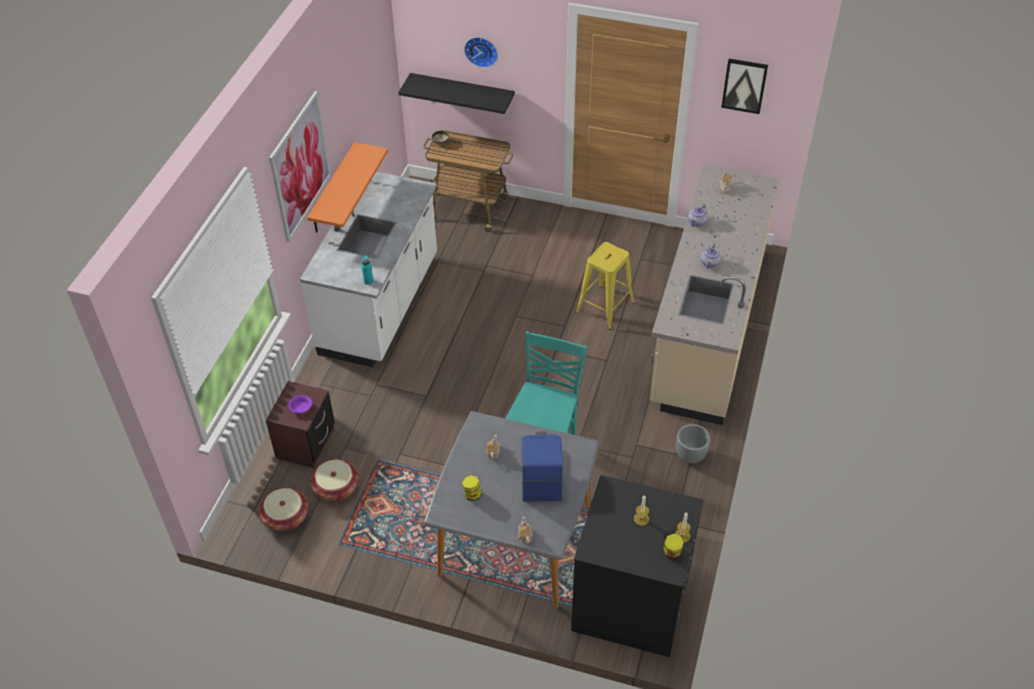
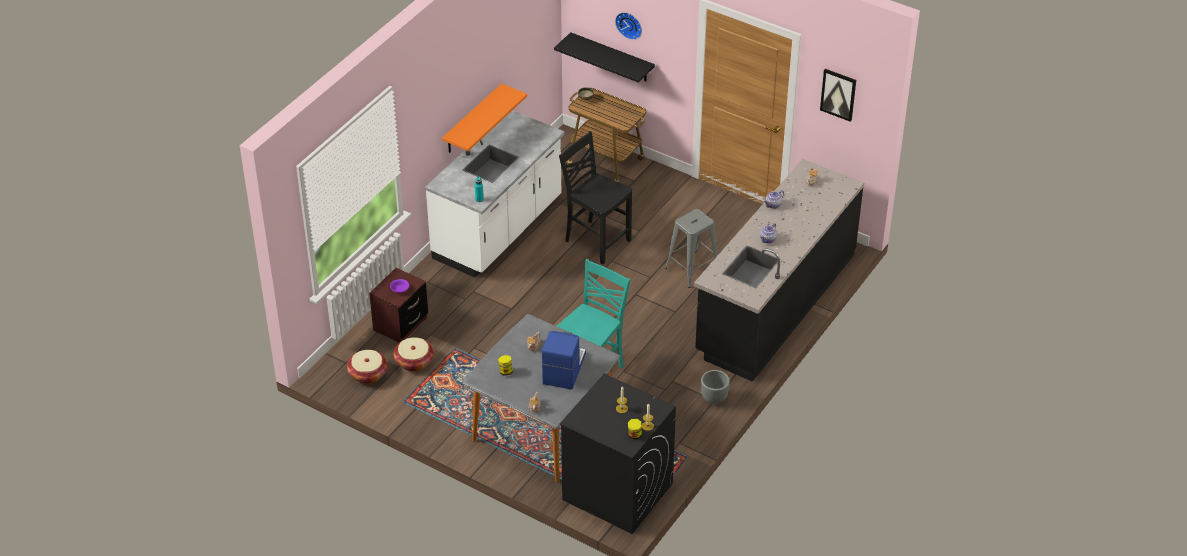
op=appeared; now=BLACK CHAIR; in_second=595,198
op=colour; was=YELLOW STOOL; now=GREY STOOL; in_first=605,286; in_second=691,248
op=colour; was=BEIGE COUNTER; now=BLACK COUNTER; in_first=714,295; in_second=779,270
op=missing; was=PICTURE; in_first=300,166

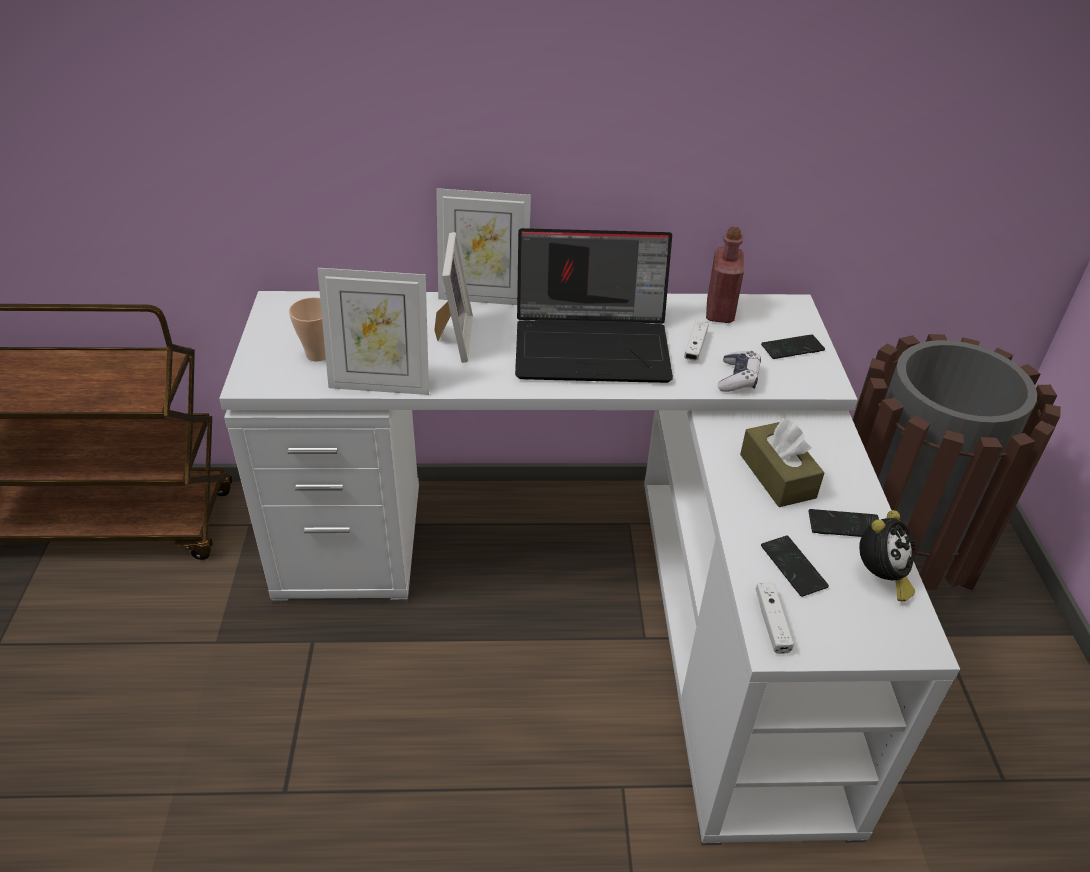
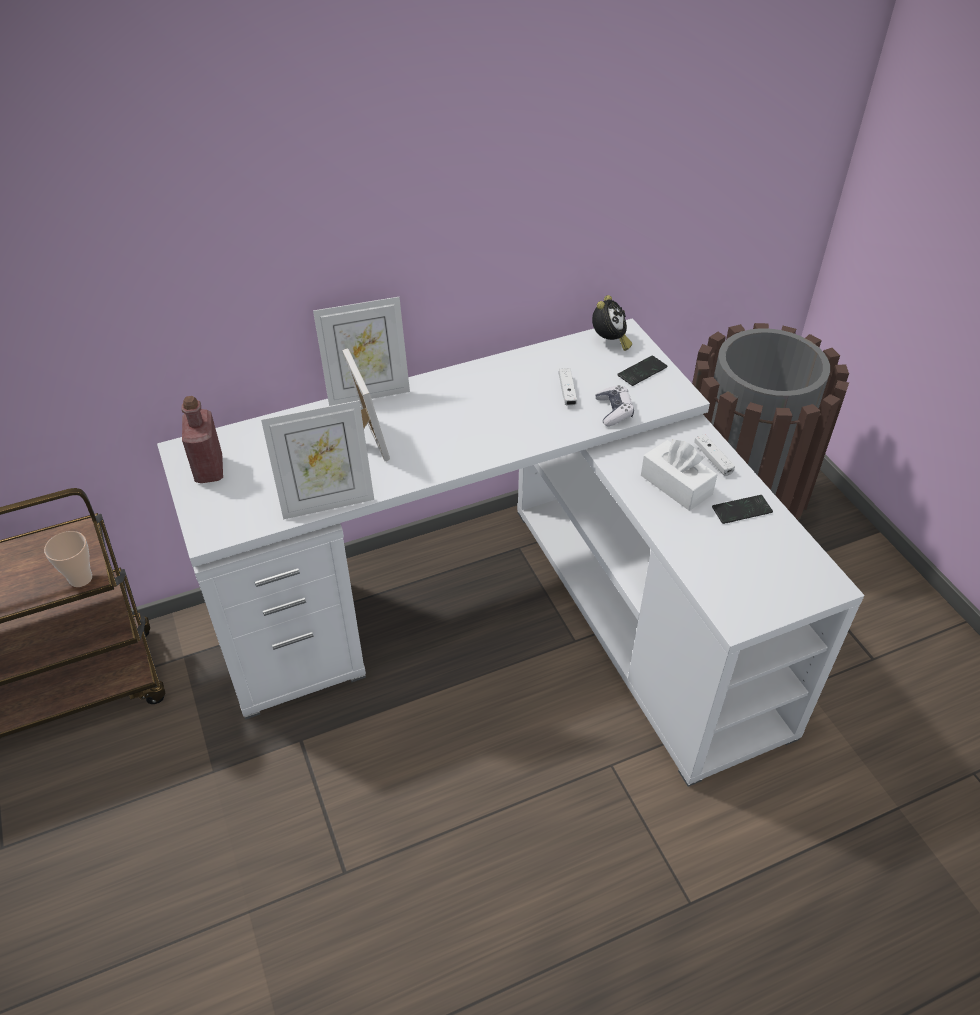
op=relocated; was=CUP; in_first=307,329; in_second=68,559
op=relocated; was=RED BOTTLE; in_first=725,275; in_second=202,439
op=relocated; was=ALARM CLOCK; in_first=887,556; in_second=612,323
op=colour; was=BROWN TISSUE BOX; now=WHITE TISSUE BOX; in_first=782,462; in_second=679,475
op=relocated; was=WHITE GAME CONTROLLER; in_first=775,618; in_second=714,455
op=missing; was=LAPTOP; in_first=594,305
op=missing; was=PHONE; in_first=795,566

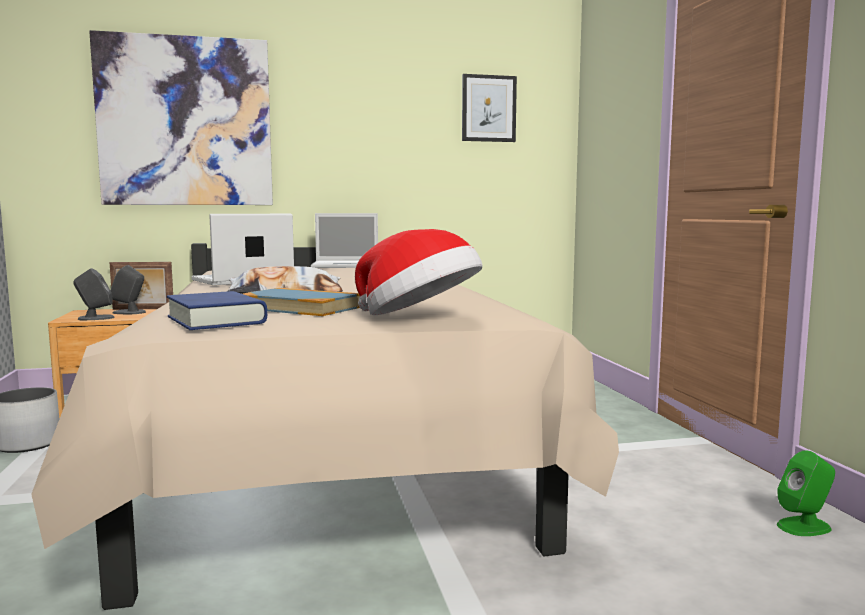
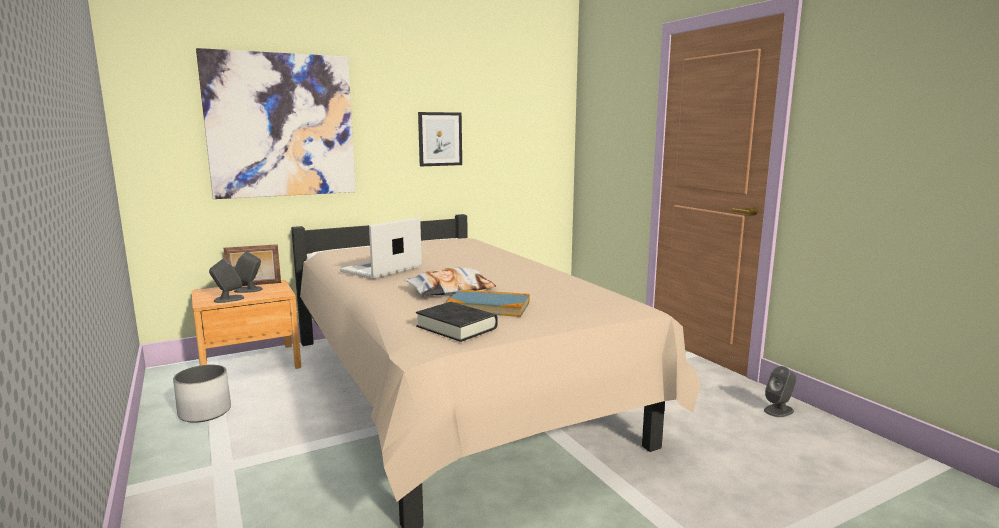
op=colour; was=BLUE BOOK; now=BLACK BOOK; in_first=217,310; in_second=457,322
op=relocated; was=PICTURE; in_first=489,108; in_second=440,139
op=colour; was=GREEN SPEAKER; now=GREY SPEAKER; in_first=806,493; in_second=780,391
op=missing; was=LAPTOP; in_first=344,240
op=missing; was=HAT; in_first=419,272

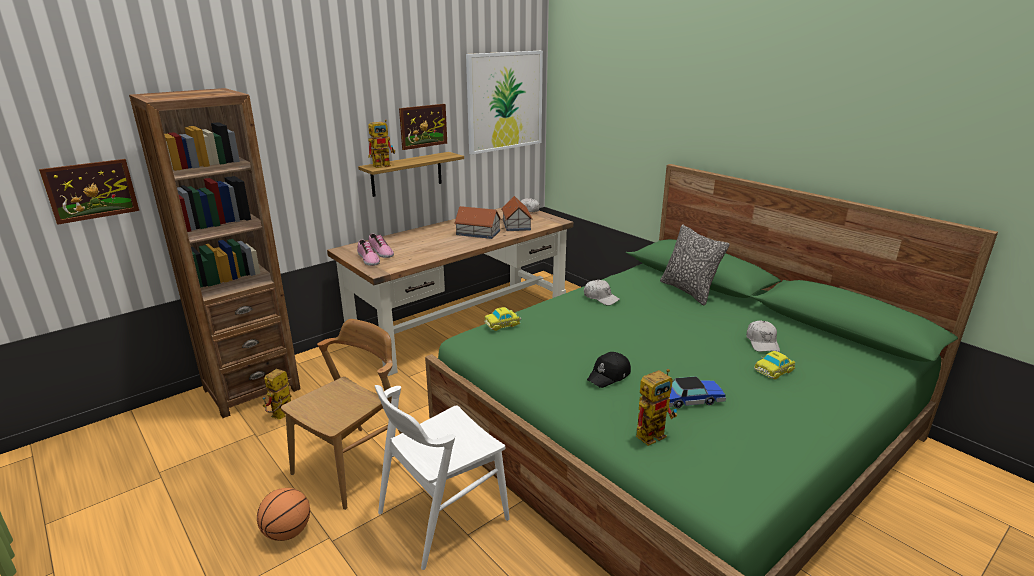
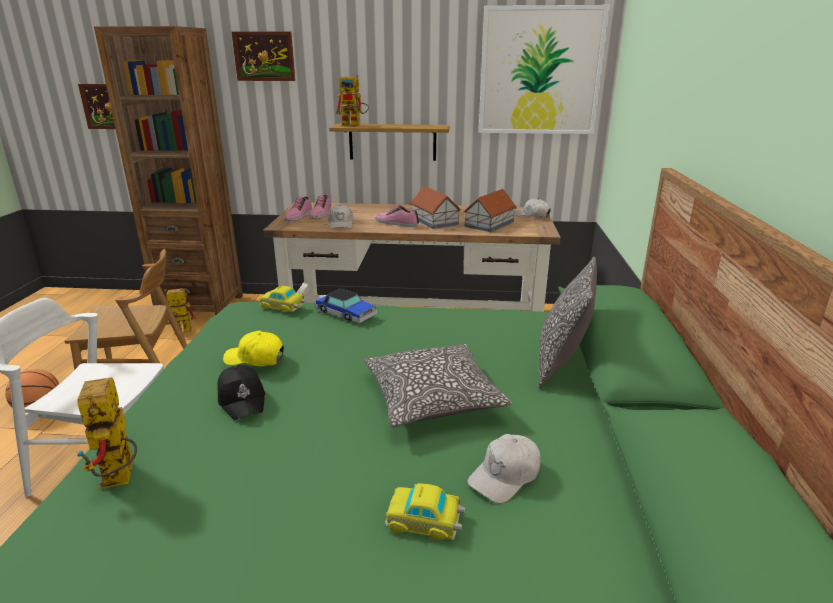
op=spun; was=TOY ROBOT; in_first=656,407; in_second=106,433; clockwise=60
op=spun; was=BLACK CAP; in_first=609,370; in_second=241,392; clockwise=-120
op=appeared; now=YELLOW CAP; in_second=253,348
op=relocated; was=PICTURE; in_first=423,127; in_second=263,56
op=relocated; was=TOY CAR; in_first=697,392; in_second=346,306
op=relocated; was=WHITE CAP; in_first=602,293; in_second=341,217
op=appeared; now=PILLOW; in_second=438,385
op=appeared; now=SHOE; in_second=397,216

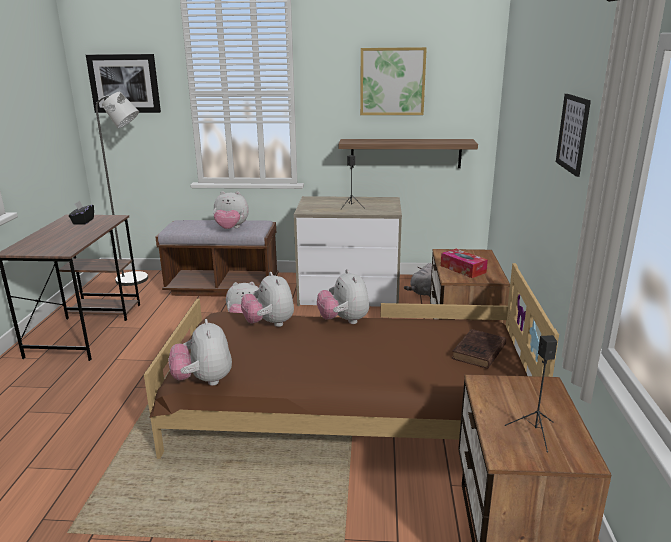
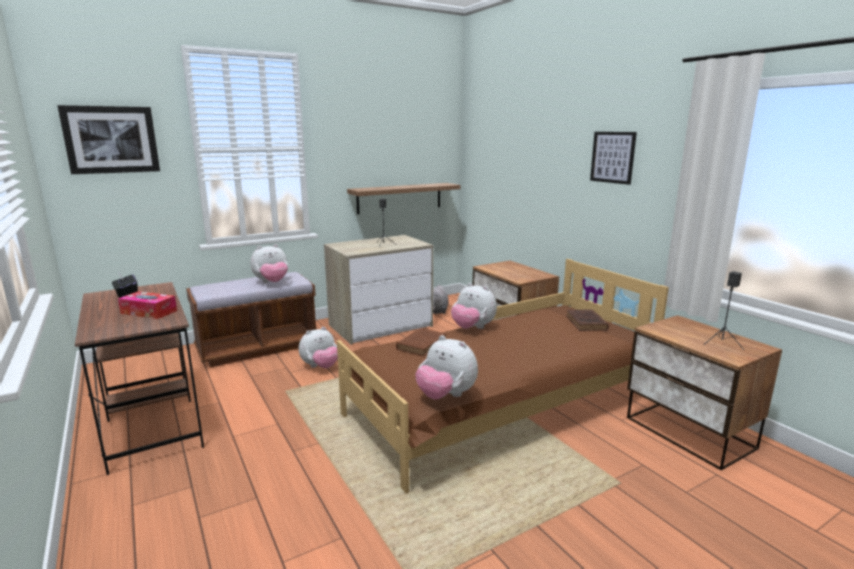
op=relocated; was=TISSUE BOX; in_first=464,263; in_second=147,305
op=exchanged; was=PLUSH TOY; now=BROWN BOOK; in_first=267,299; in_second=421,342
op=missing; was=GREY FLOOR LAMP; in_first=122,189
op=missing; was=PICTURE; in_first=393,81

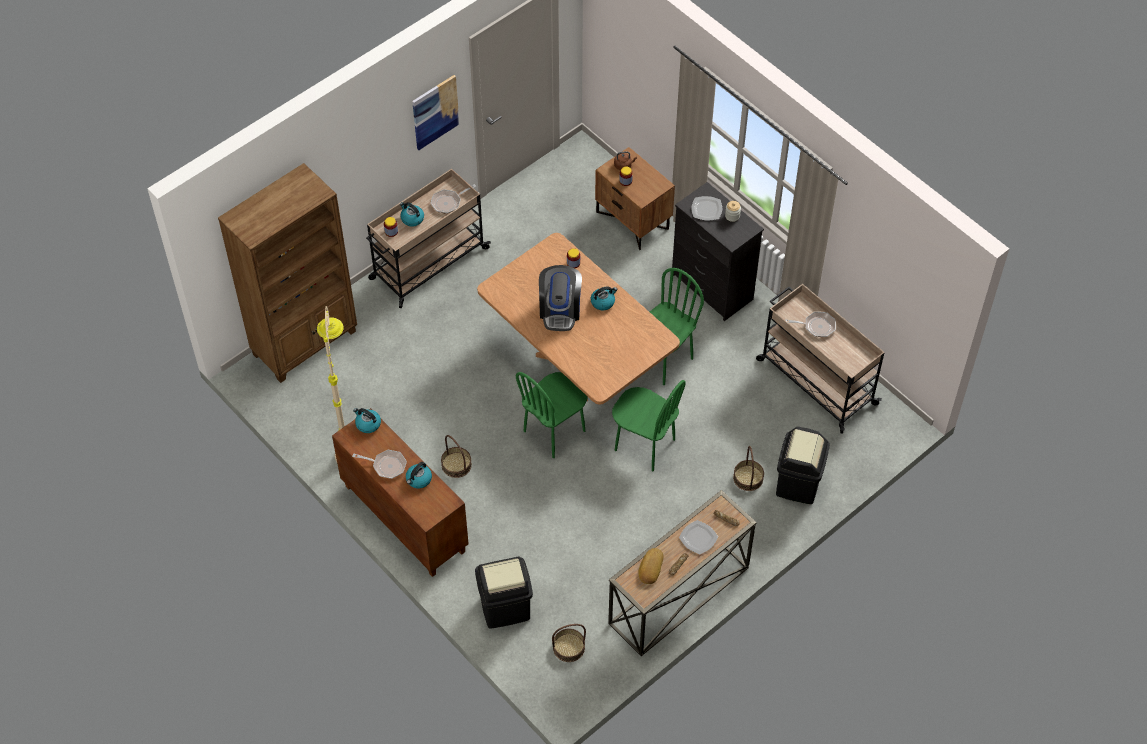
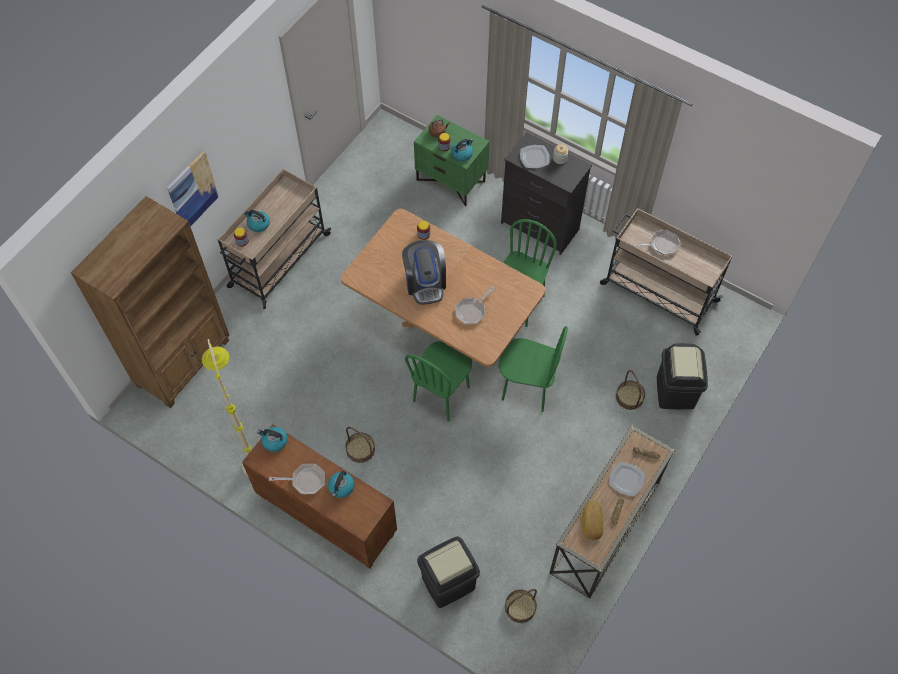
op=relocated; was=PICTURE; in_first=435,112; in_second=193,189
op=colour; was=BROWN NIGHTSTAND; now=GREEN NIGHTSTAND; in_first=635,198; in_second=452,160
op=relocated; was=KETTLE; in_first=604,298; in_second=462,150
op=relocated; was=FRYING PAN; in_first=453,199; in_second=475,305

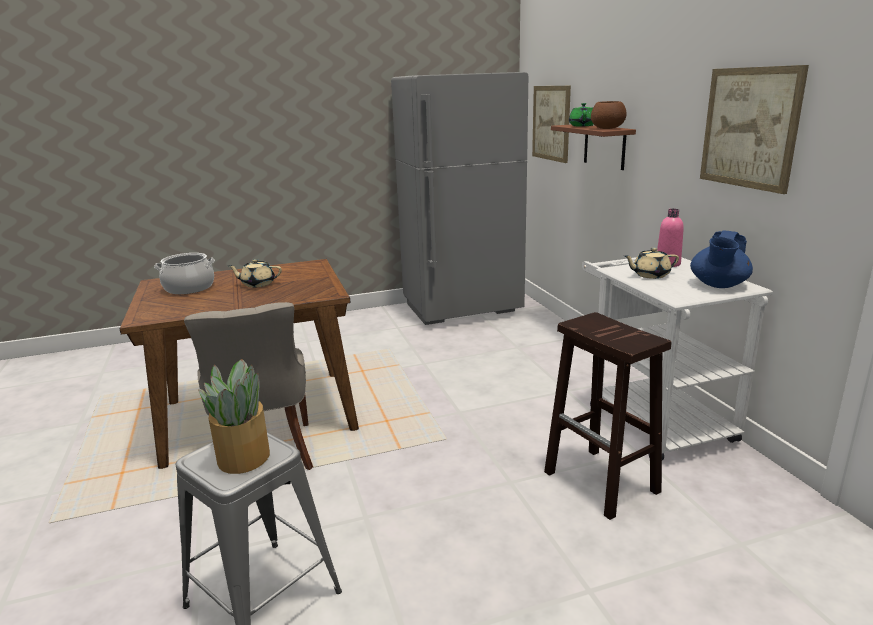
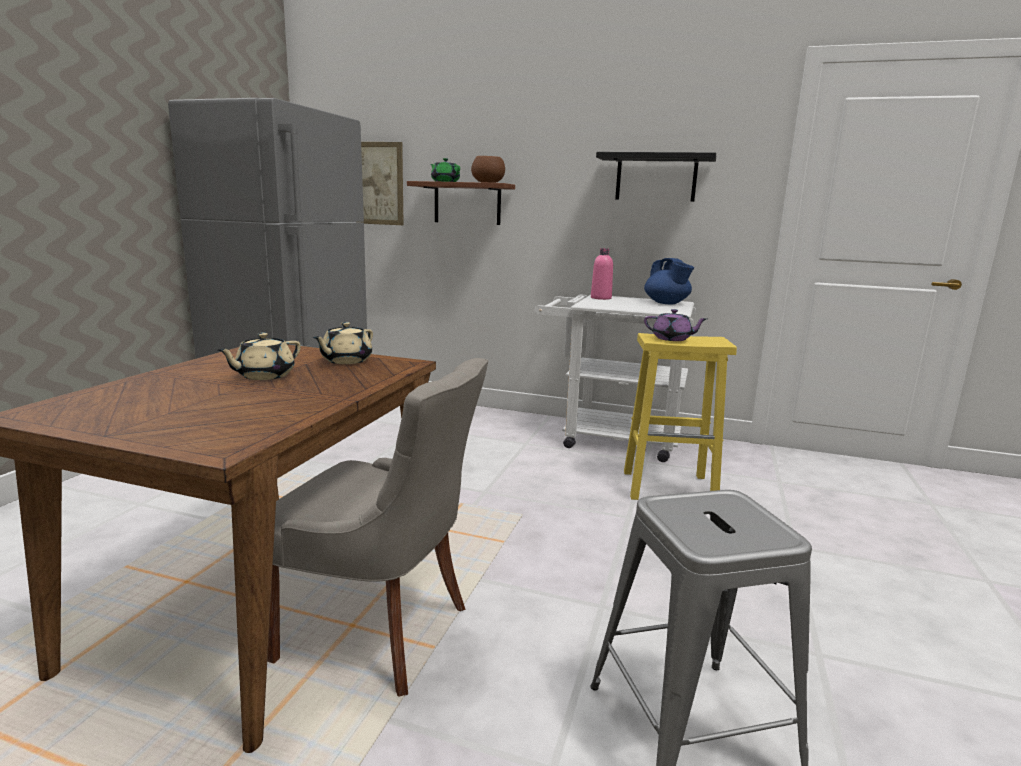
op=relocated; was=BEIGE TEAPOT; in_first=651,263; in_second=343,343
op=exchanged; was=PICTURE; now=BLACK SHELF; in_first=754,129; in_second=656,177
op=colour; was=BROWN STOOL; now=YELLOW STOOL; in_first=607,416; in_second=680,416
op=appeared; now=PURPLE TEAPOT; in_second=675,325
op=missing; was=COOKING POT; in_first=184,273
op=missing; was=POTTED PLANT; in_first=234,416

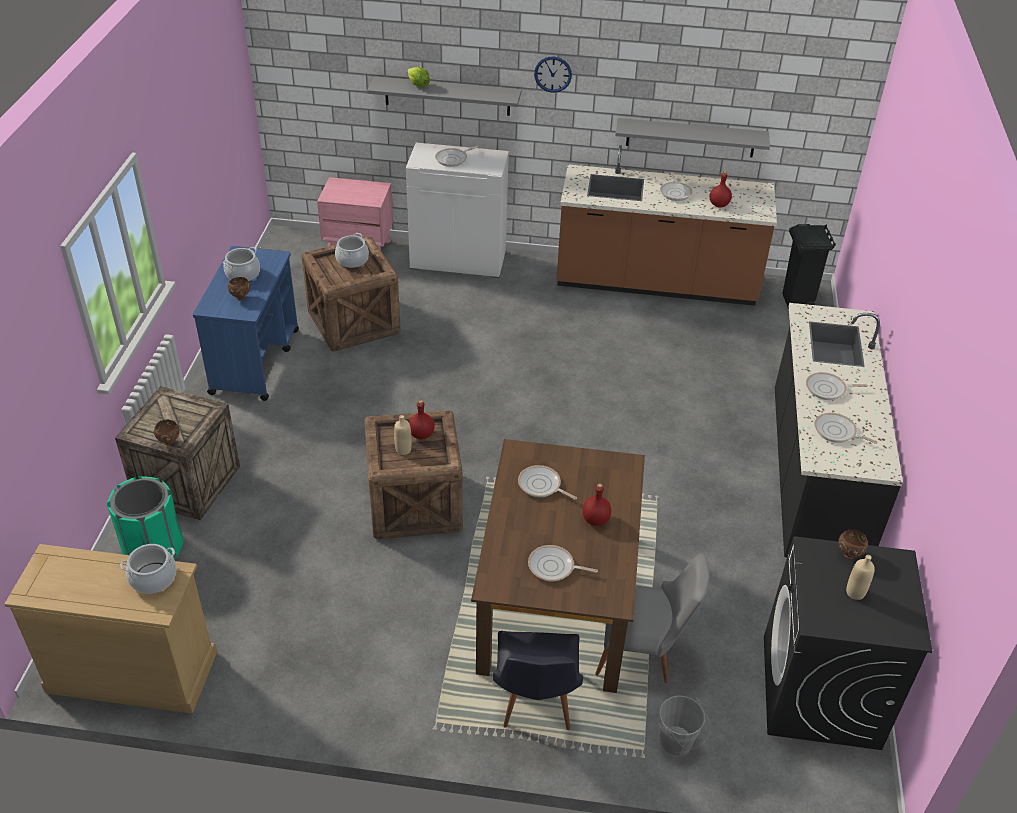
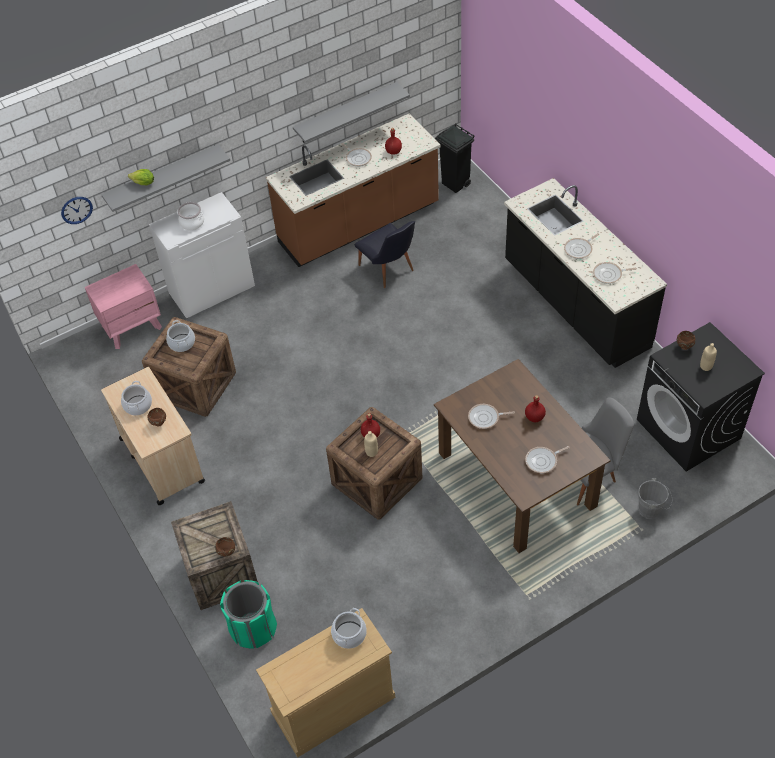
op=relocated; was=WALL CLOCK; in_first=553,74; in_second=77,210
op=colour; was=BLUE CART; now=BEIGE CART; in_first=246,323; in_second=153,436
op=exchanged; was=FRYING PAN; now=COOKING POT; in_first=456,156; in_second=190,216
op=relocated; was=BLACK CHAIR; in_first=538,680; in_second=385,254

